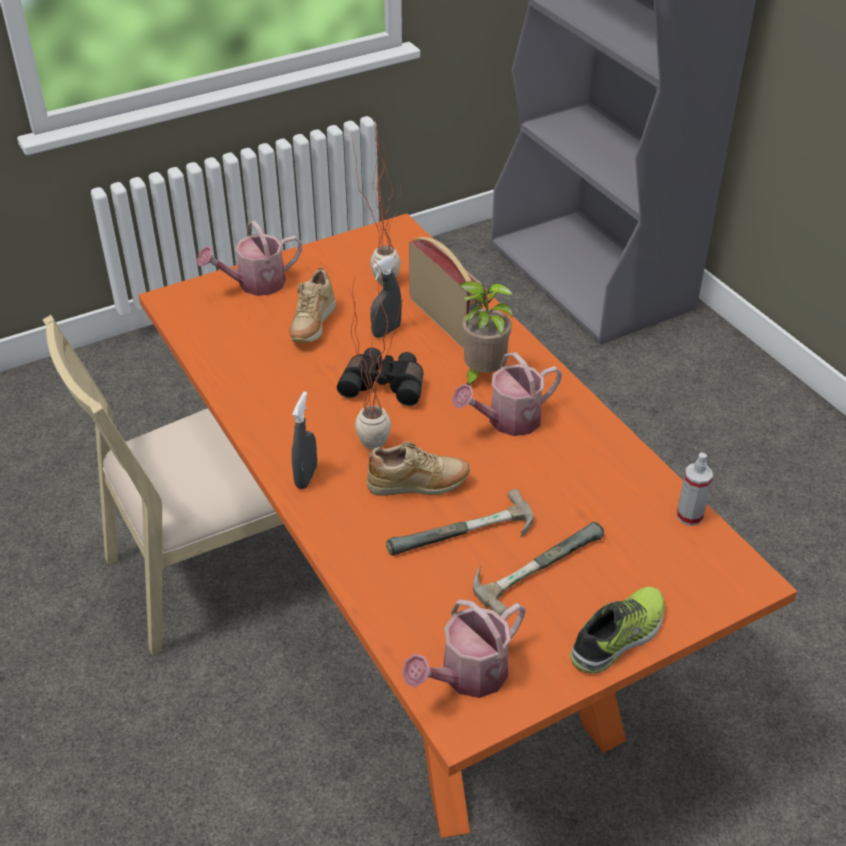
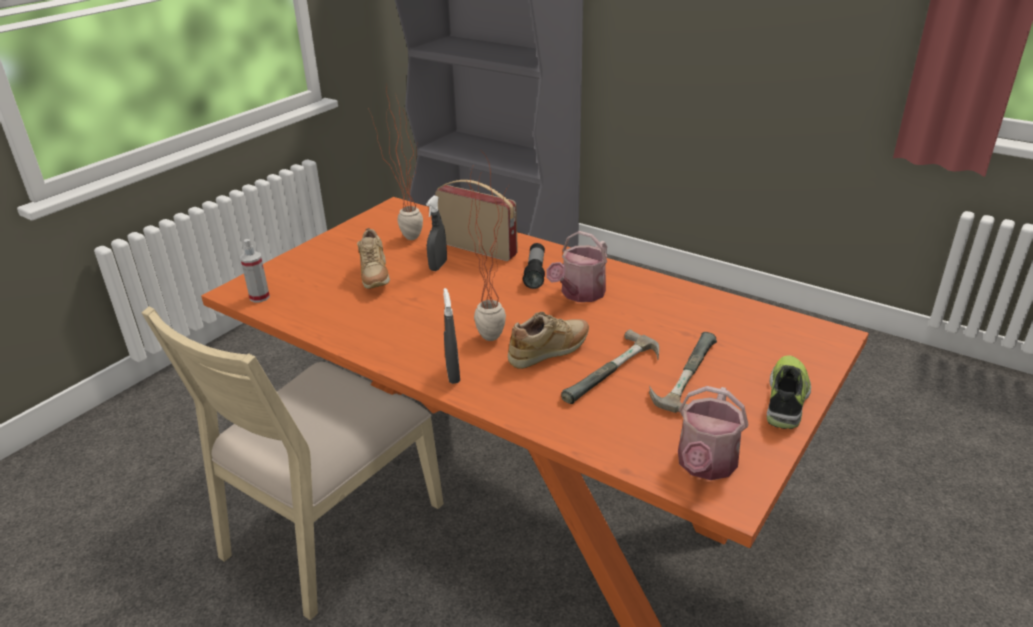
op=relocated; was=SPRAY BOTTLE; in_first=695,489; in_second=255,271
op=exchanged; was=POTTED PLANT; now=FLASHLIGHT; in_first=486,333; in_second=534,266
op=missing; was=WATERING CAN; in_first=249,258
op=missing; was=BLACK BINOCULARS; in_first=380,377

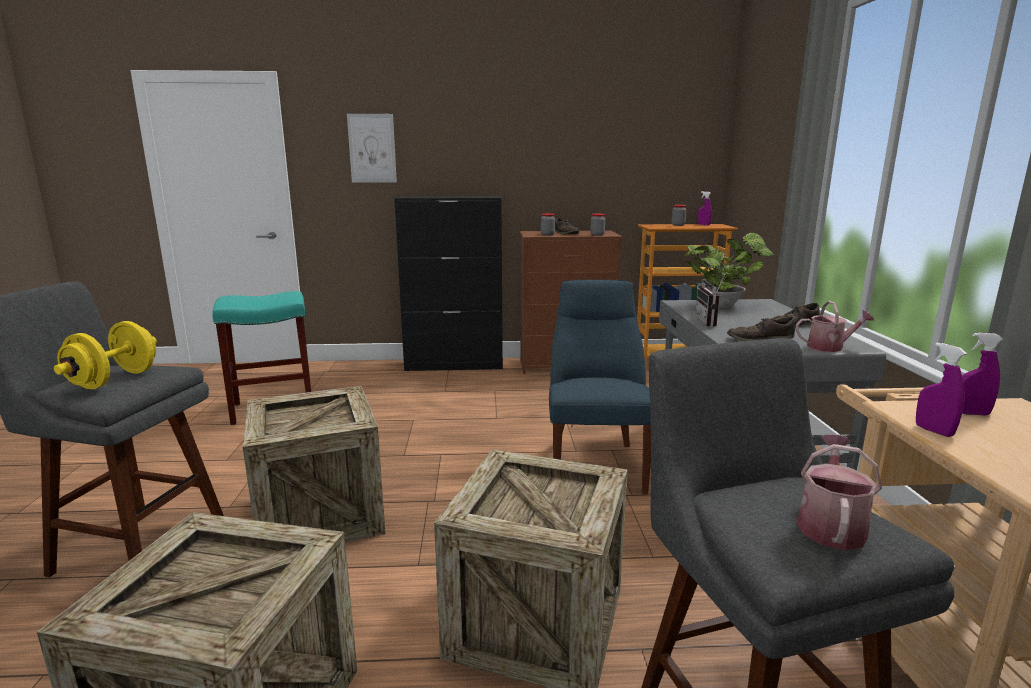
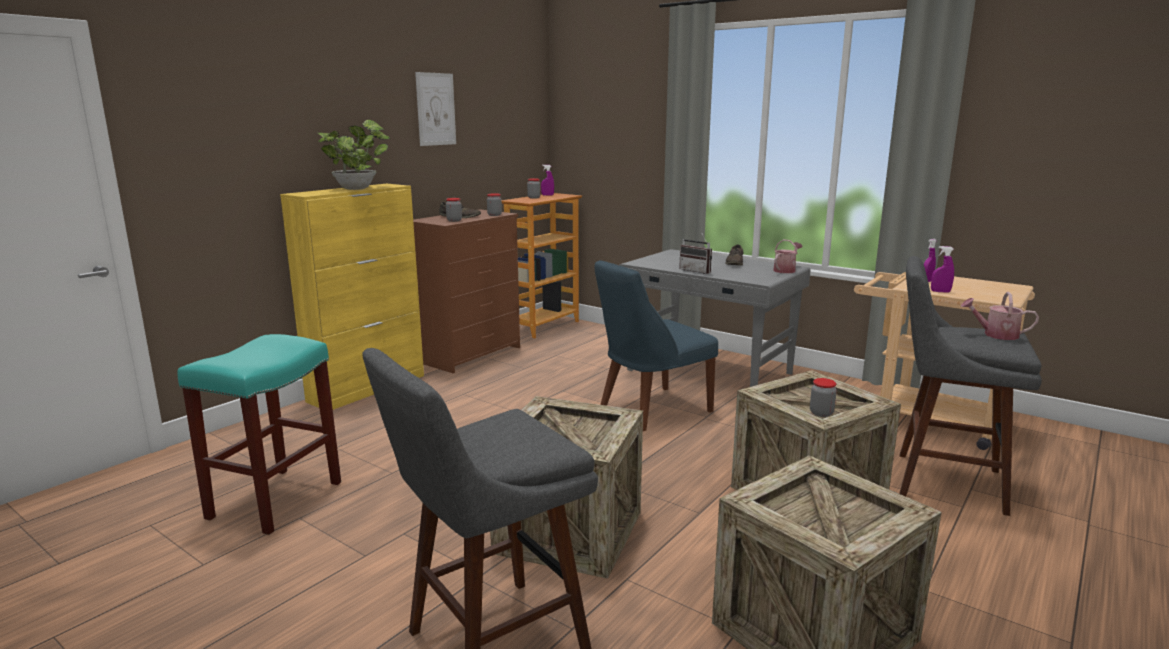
op=colour; was=BLACK CABINET; now=YELLOW CABINET; in_first=448,283; in_second=352,297
op=relocated; was=POTTED PLANT; in_first=730,270; in_second=354,155
op=relocated; was=PICTURE; in_first=372,148; in_second=435,109
op=spun; was=BLUE CHAIR; in_first=600,387; in_second=656,345; clockwise=-75
op=appeared; now=JAR; in_second=823,397
op=spun; was=WATERING CAN; in_first=839,492; in_second=1000,316; clockwise=-45
op=missing; was=YELLOW DUMBBELL; in_first=105,355
op=missing; was=BROWN SHOE; in_first=761,329

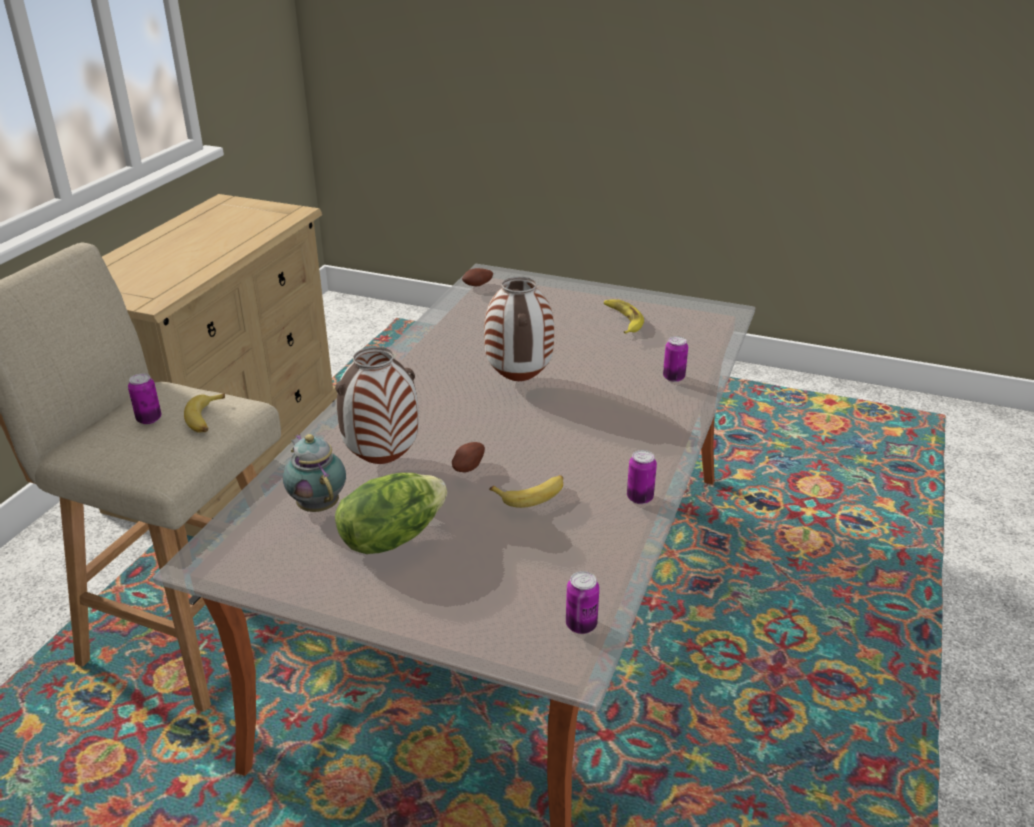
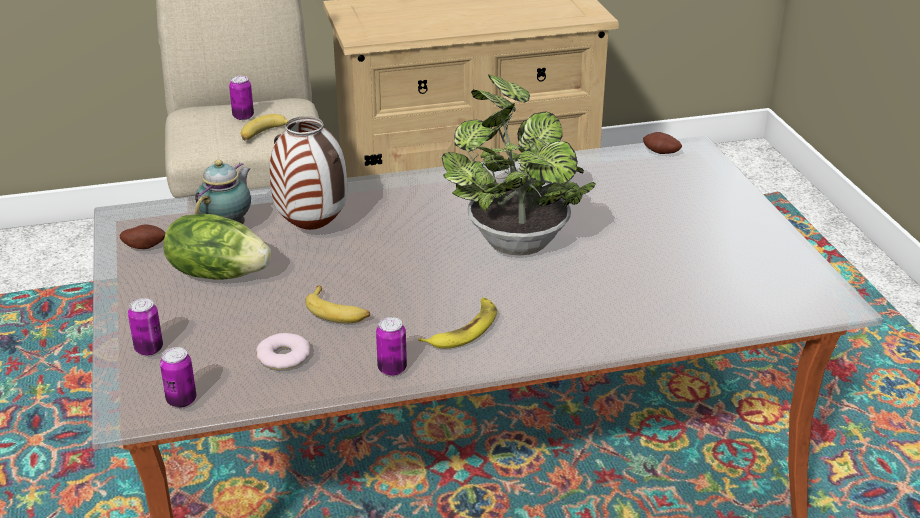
op=relocated; was=POTATO; in_first=468,457; in_second=142,236
op=relocated; was=CAN; in_first=675,359; in_second=145,327
op=appeared; now=DONUT; in_second=283,351
op=relocated; was=BANANA; in_first=624,316; in_second=458,322
op=exchanged; was=VASE; now=POTTED PLANT; in_first=519,329; in_second=519,164

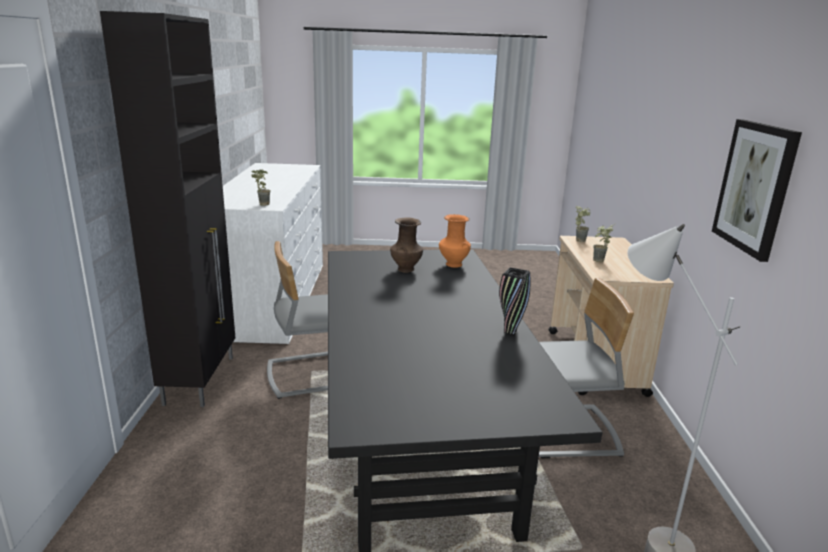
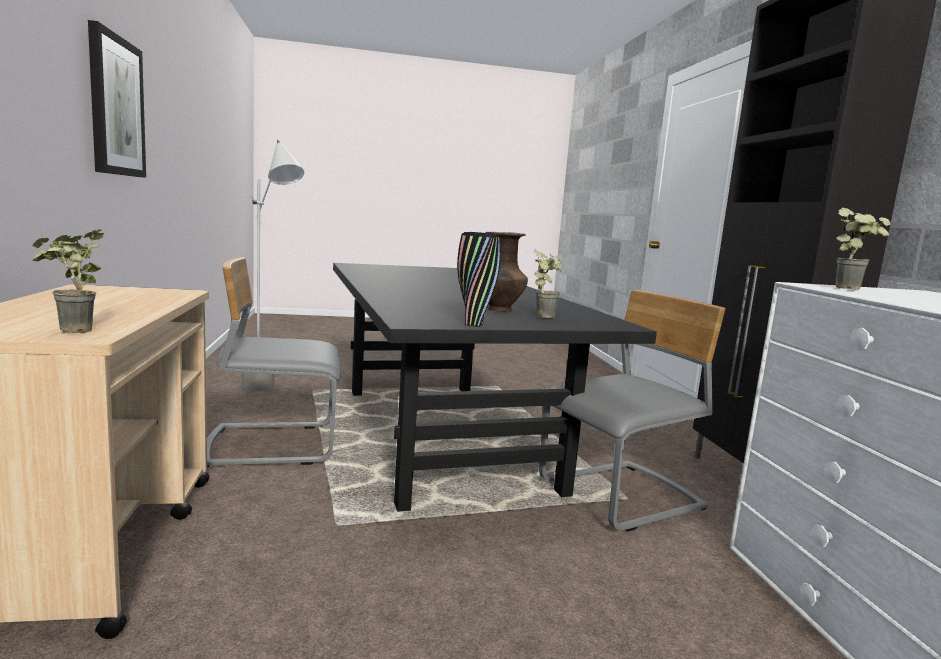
op=relocated; was=BLACK VASE; in_first=514,301; in_second=478,279
op=relocated; was=POTTED PLANT; in_first=604,243; in_second=548,283
op=missing; was=ORANGE VASE; in_first=455,241

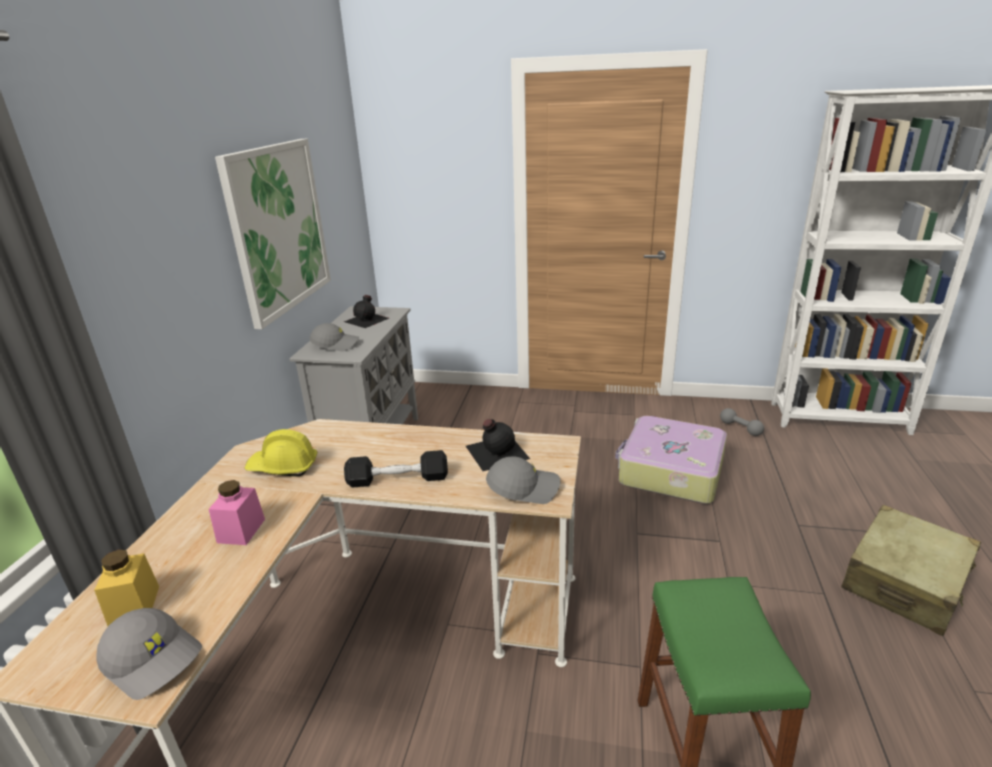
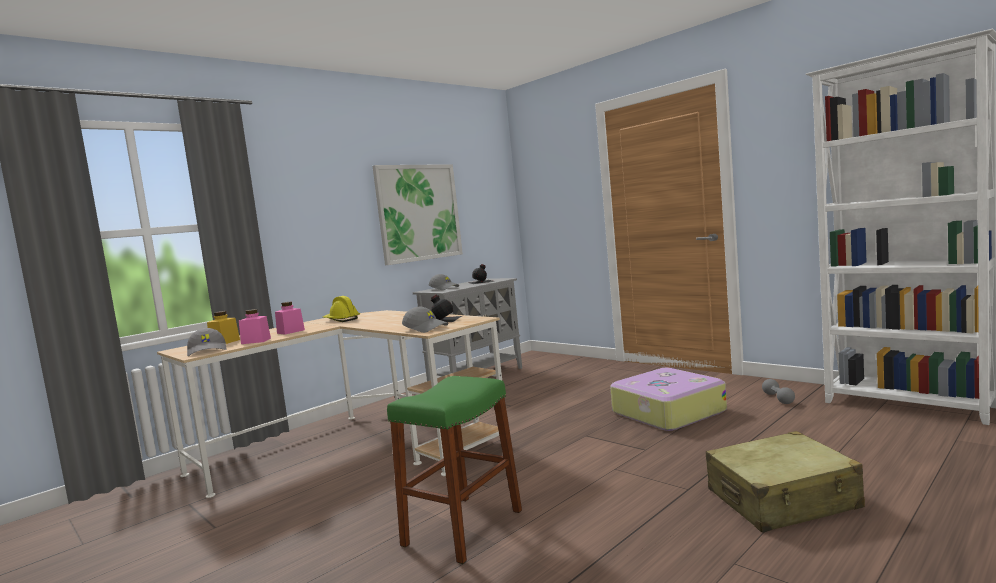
op=appeared; now=PINK JAR; in_second=255,326
op=missing; was=BLACK DUMBBELL; in_first=396,469

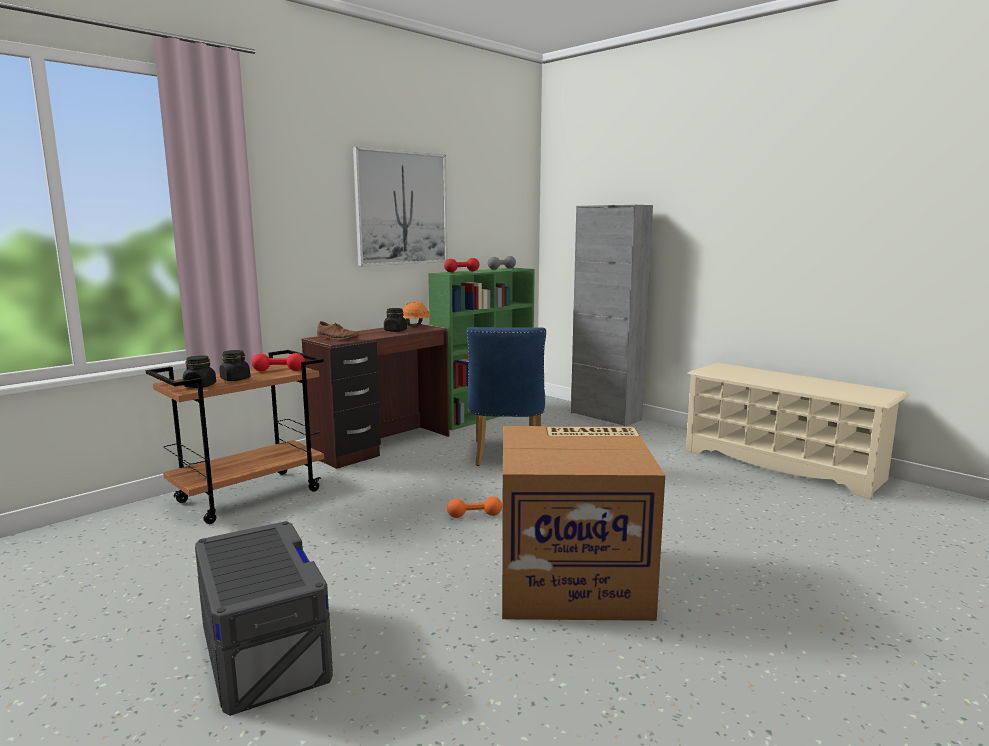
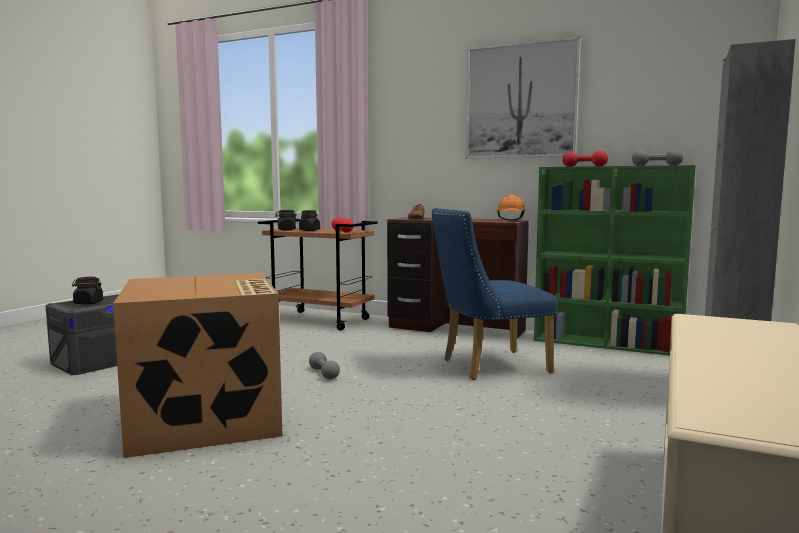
op=relocated; was=BLACK JAR; in_first=395,320; in_second=87,291
op=colour; was=ORANGE DUMBBELL; now=GREY DUMBBELL; in_first=474,507; in_second=324,365

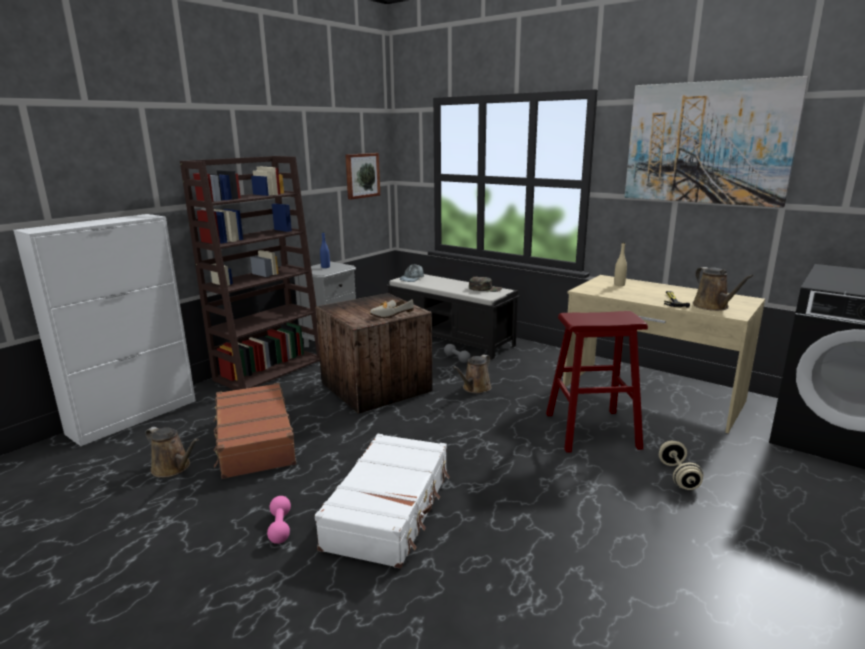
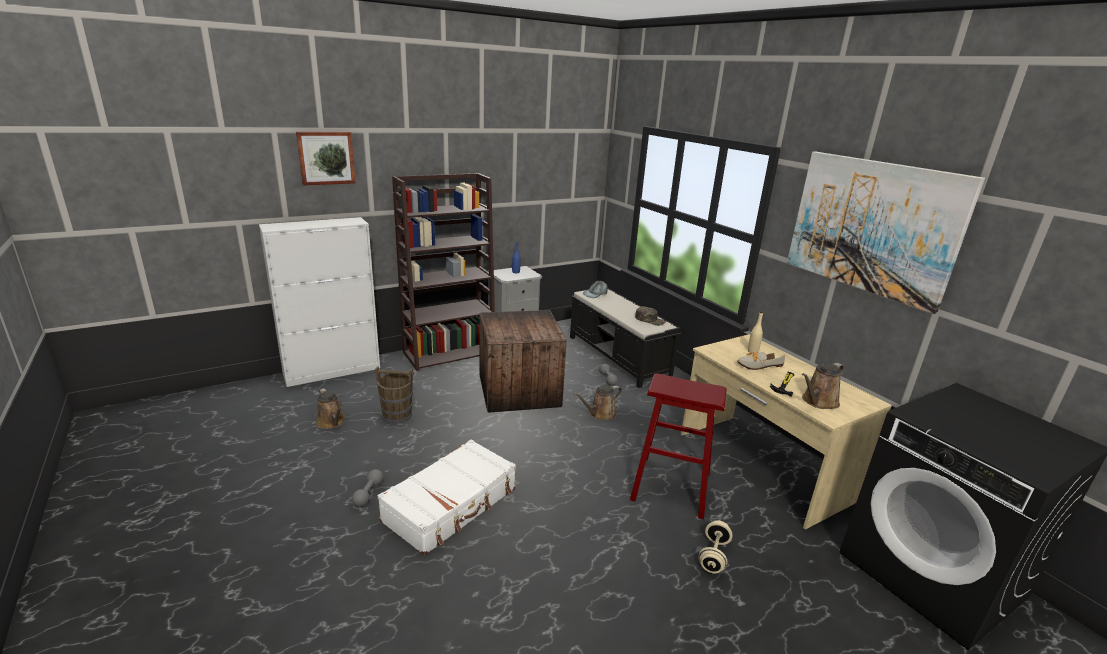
op=relocated; was=PICTURE; in_first=362,176; in_second=326,159
op=colour; was=PINK DUMBBELL; now=GREY DUMBBELL; in_first=279,520; in_second=367,488
op=exchanged; was=BROWN SUITCASE; now=BROWN BUCKET; in_first=255,431; in_second=394,395
op=relocated; was=SHOE; in_first=391,308; in_second=761,361
op=spun; was=BROWN WATERING CAN; in_first=723,289; in_second=823,386; clockwise=45

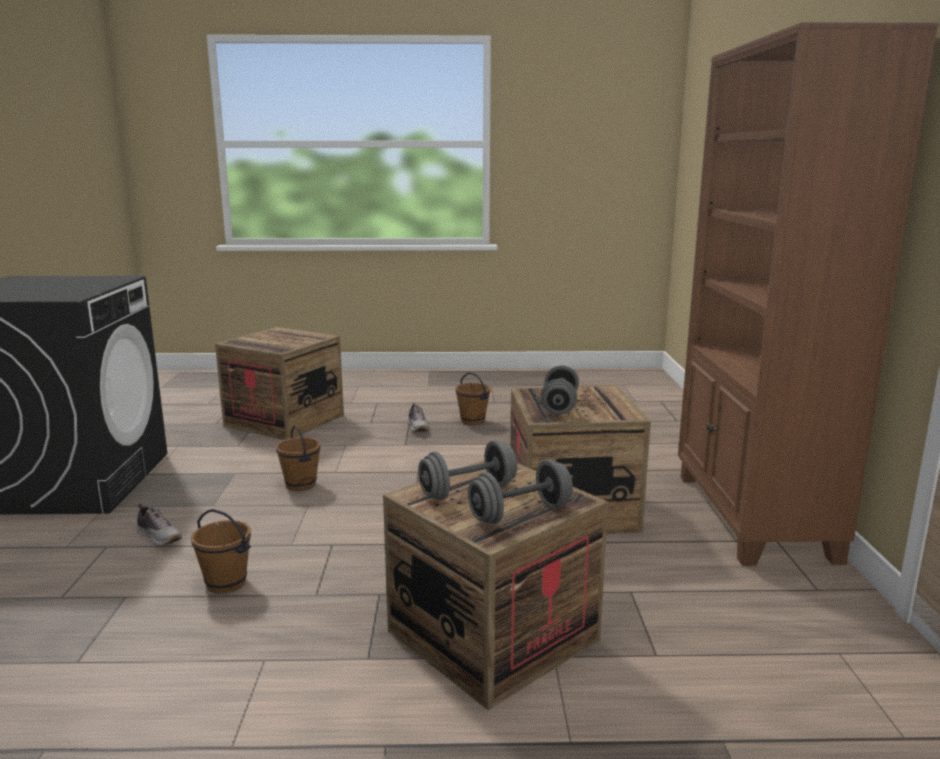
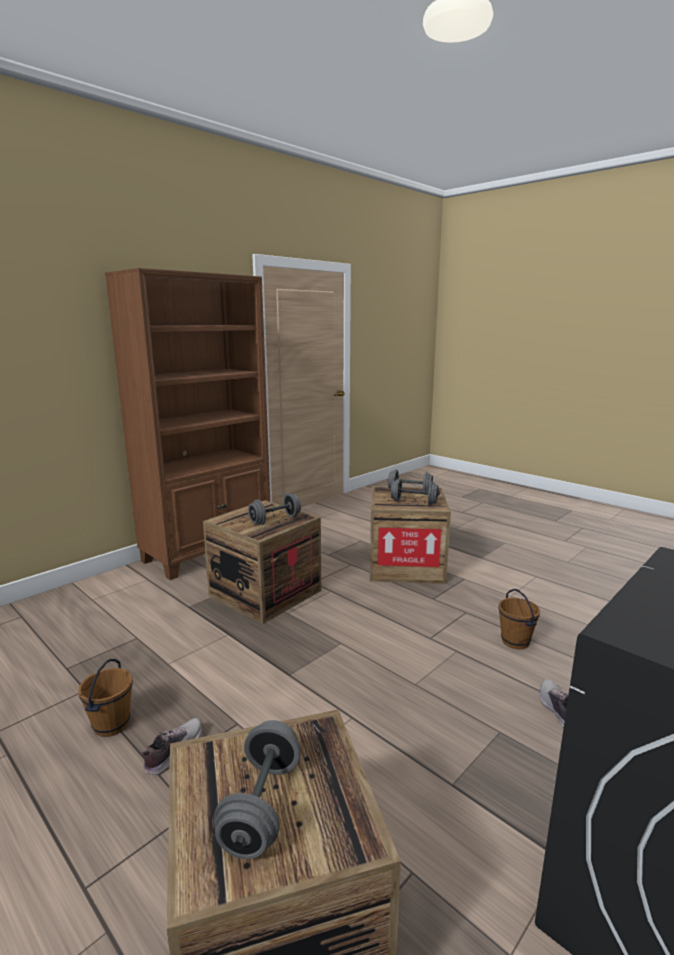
op=appeared; now=GREY DUMBBELL; in_second=257,789
op=missing; was=BROWN BUCKET; in_first=298,458

